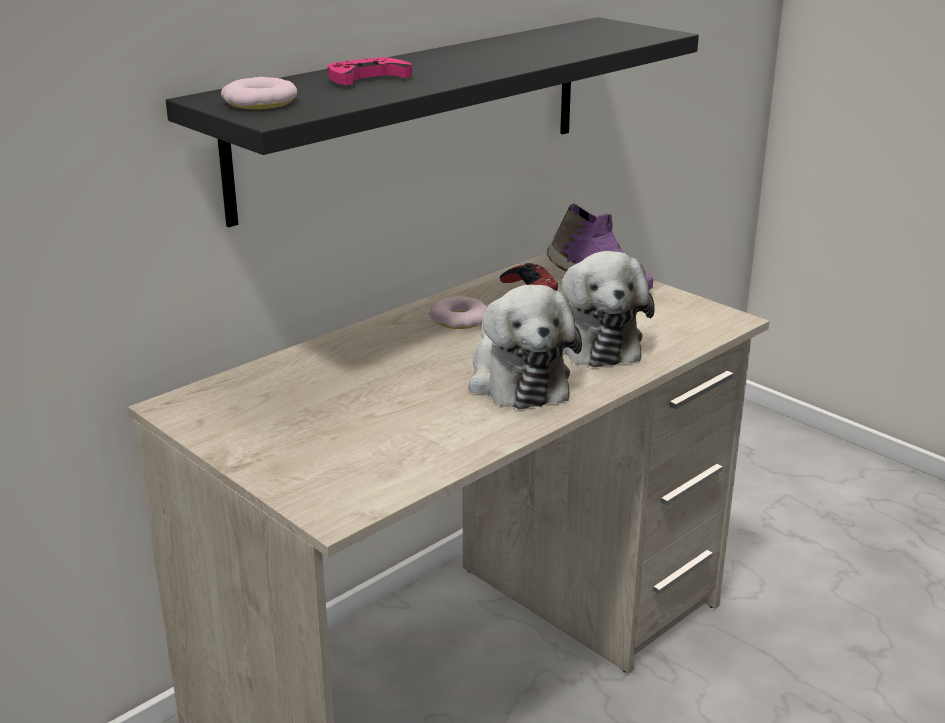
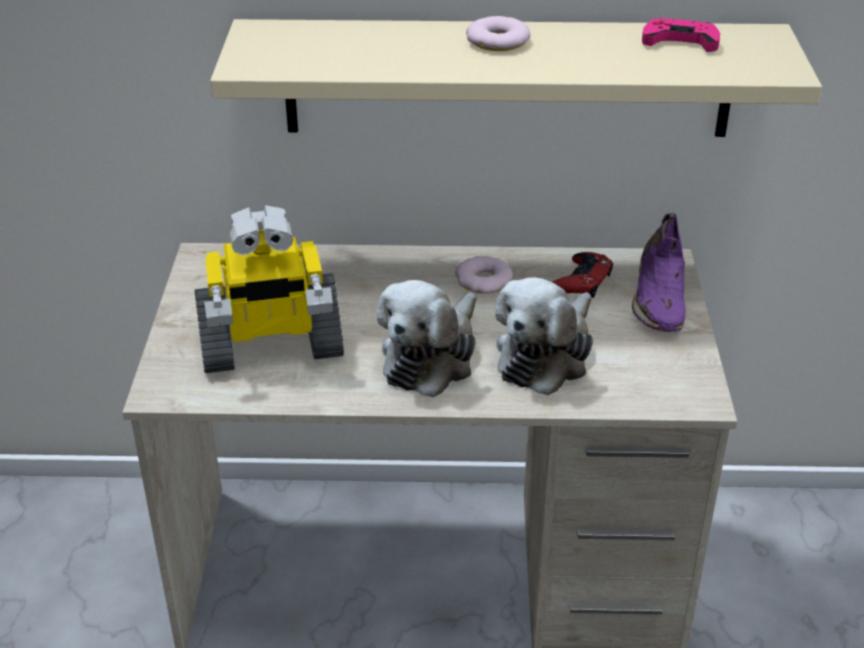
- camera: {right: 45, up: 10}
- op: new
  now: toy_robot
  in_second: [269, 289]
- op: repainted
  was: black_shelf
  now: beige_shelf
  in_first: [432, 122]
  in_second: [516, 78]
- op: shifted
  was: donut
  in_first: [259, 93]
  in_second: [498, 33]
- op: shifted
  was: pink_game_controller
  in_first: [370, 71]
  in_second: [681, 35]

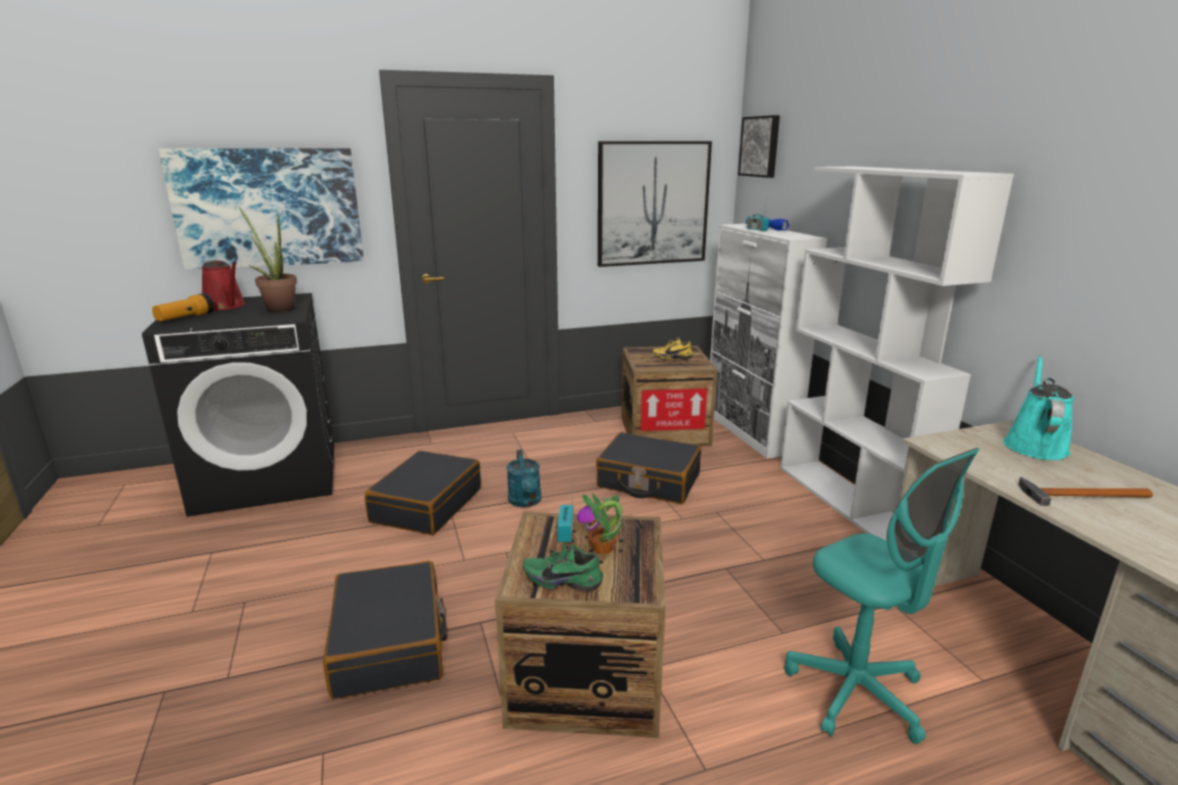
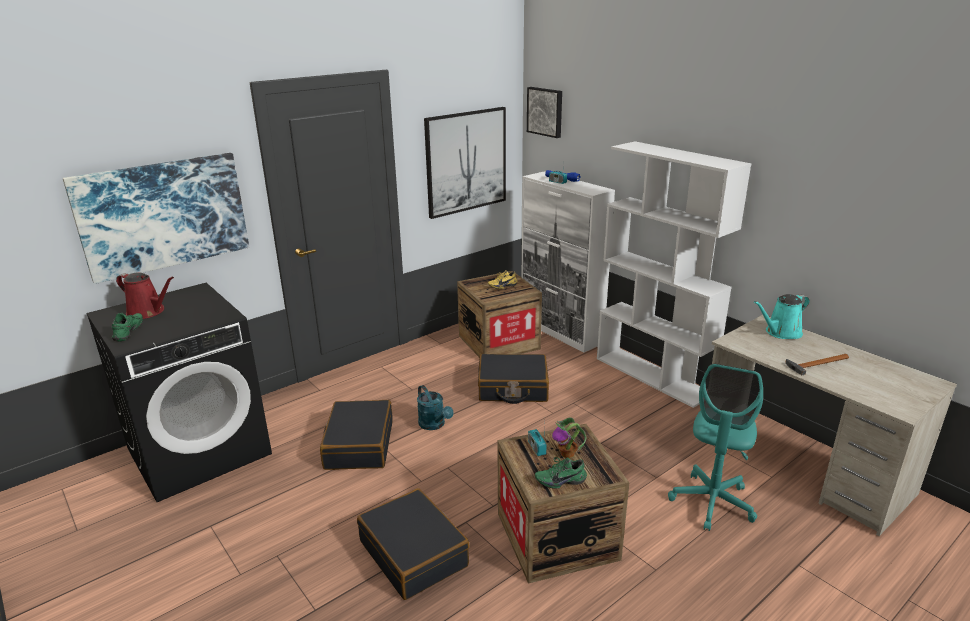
- camera: {right: -20, up: 5}
- op: swapped
  was: flashlight
  now: green_shoe
  in_first: [183, 307]
  in_second: [127, 327]
- op: rotated
  was: turquoise_office_chair
  in_first: [882, 596]
  in_second: [715, 447]
  clockwise: 75
- op: rotated
  was: turquoise_watering_can
  in_first: [1038, 408]
  in_second: [782, 316]
  clockwise: -120
- op: gone
  was: potted_plant
  in_first: [268, 260]

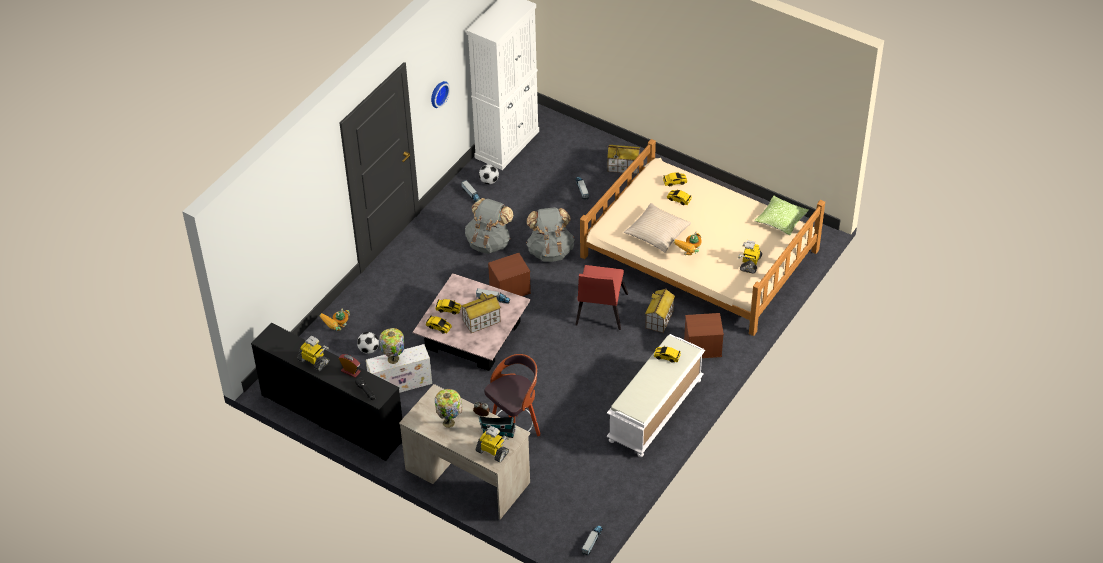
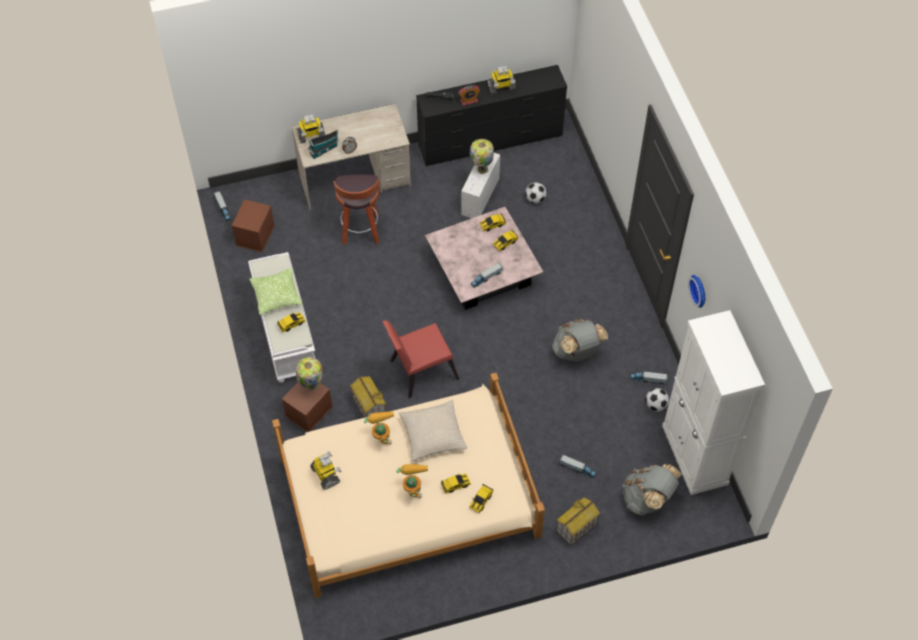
- camera: {right: 130, up: 10}
- op: shifted
  was: brown_storage_box
  in_first: [509, 274]
  in_second: [252, 225]
- op: shifted
  was: pillow
  in_first: [781, 215]
  in_second: [276, 291]
- op: shifted
  was: table_lamp
  in_first: [449, 408]
  in_second: [309, 374]
- op: rotated
  was: red_chair
  in_first: [601, 297]
  in_second: [421, 359]
  clockwise: -75
- op: shifted
  was: toy_robot
  in_first: [334, 320]
  in_second: [412, 481]
- op: shifted
  was: grey_backpack
  in_first: [550, 234]
  in_second: [652, 489]
- op: gone
  was: toy_house
  in_first: [481, 312]

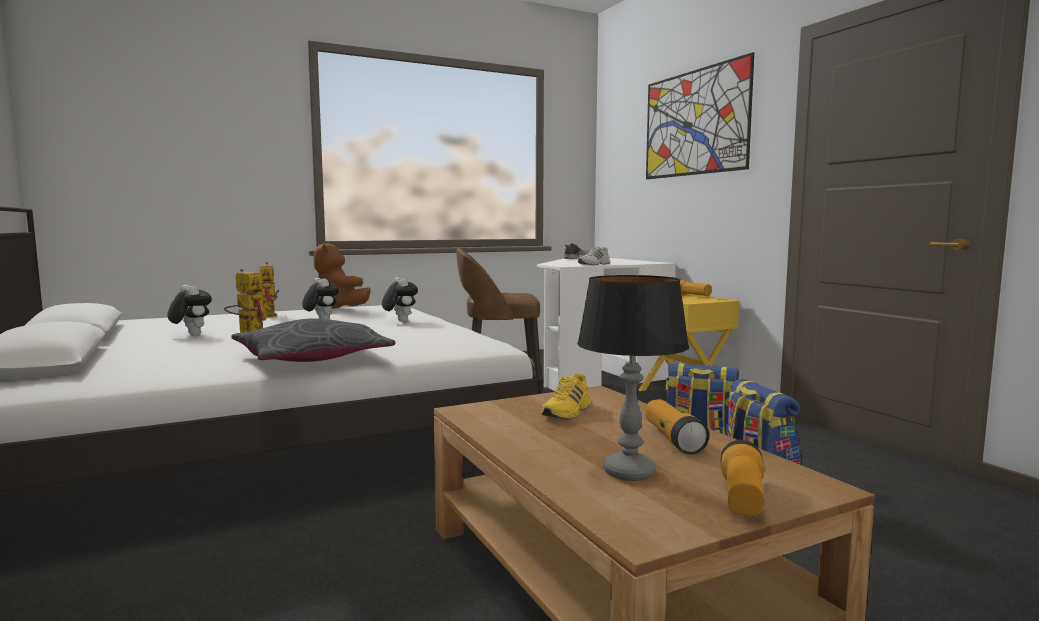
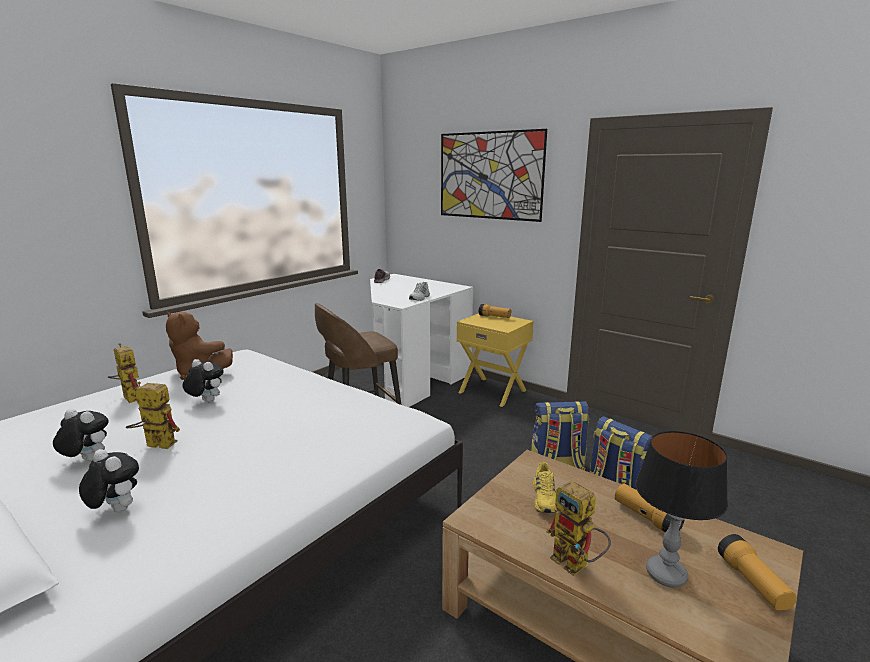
- camera: {right: -25, up: 10}
- op: shifted
  was: plush_toy
  in_first: [400, 299]
  in_second: [109, 481]
- op: new
  now: toy_robot
  in_second: [579, 528]
- op: gone
  was: grey_pillow
  in_first: [313, 340]

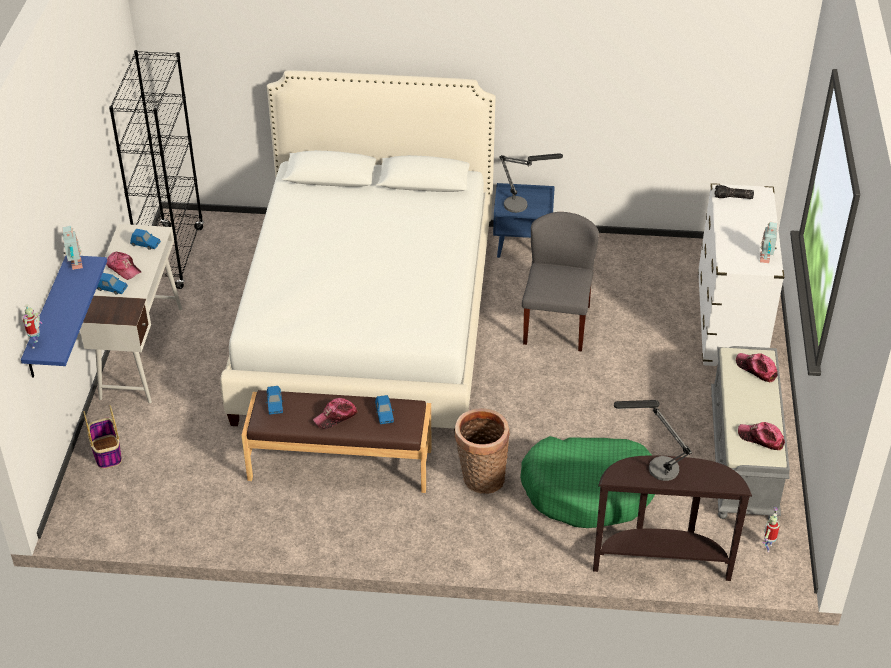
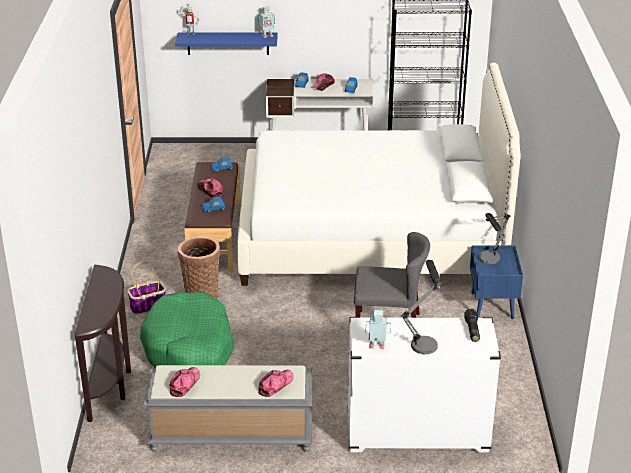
- camera: {right: 85, up: -10}
- op: shifted
  was: basket
  in_first: [102, 437]
  in_second: [146, 288]
- op: shifted
  was: table_lamp
  in_first: [653, 440]
  in_second: [420, 307]
- op: gone
  was: toy_robot
  in_first: [771, 529]

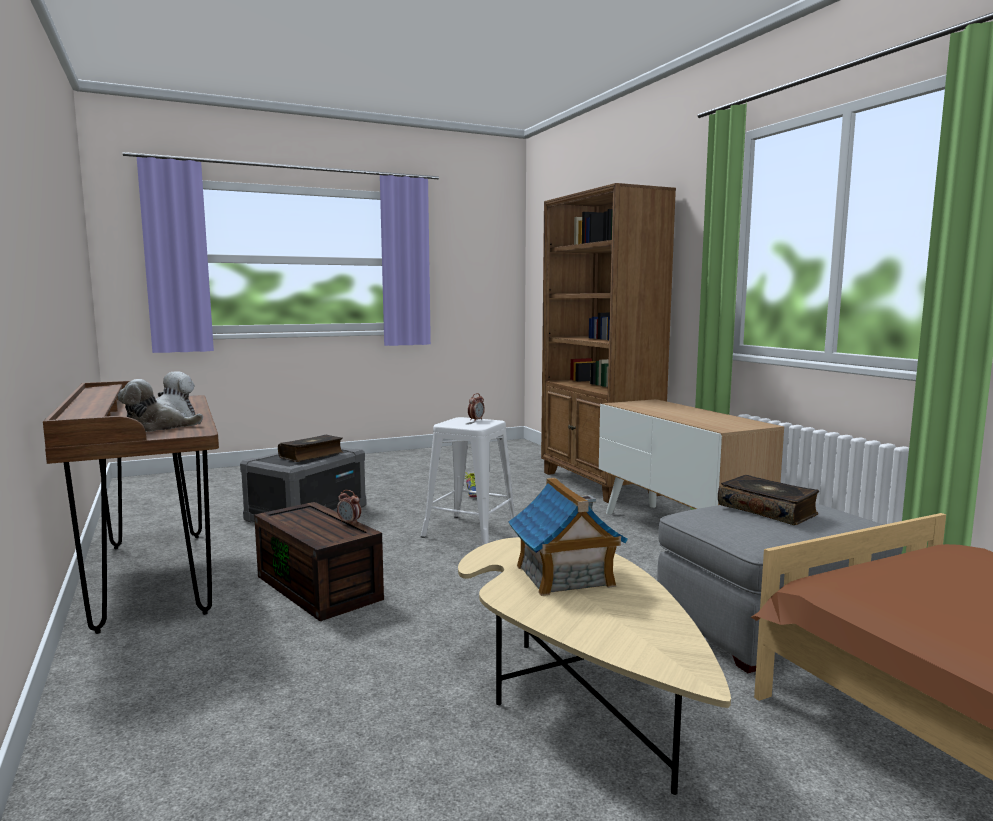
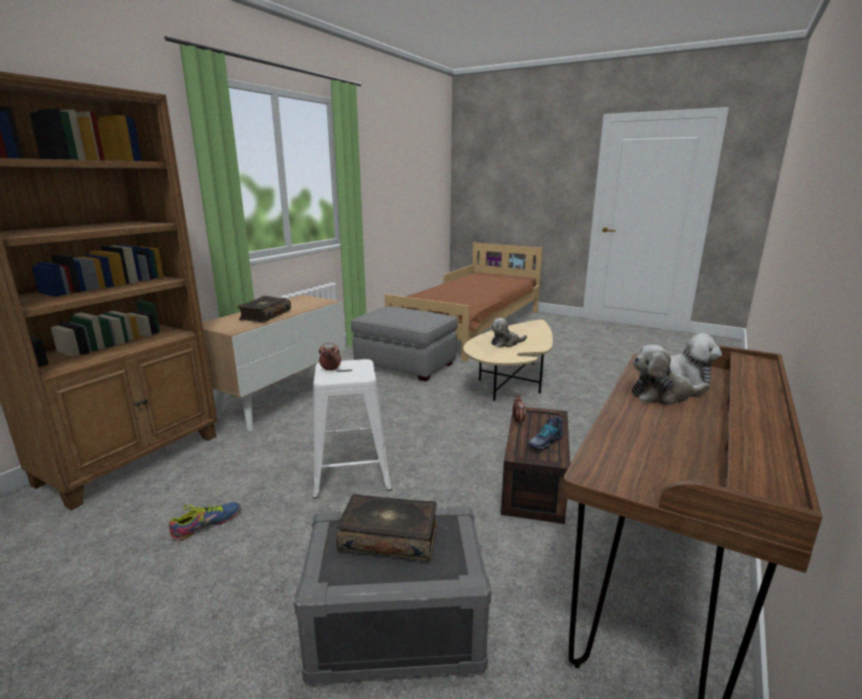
- camera: {right: -125, up: 10}
- op: shifted
  was: book
  in_first: [768, 500]
  in_second: [264, 309]
- op: swapped
  was: toy_house
  now: plush_toy
  in_first: [568, 537]
  in_second: [509, 333]
- op: new
  now: shoe
  in_second: [546, 434]

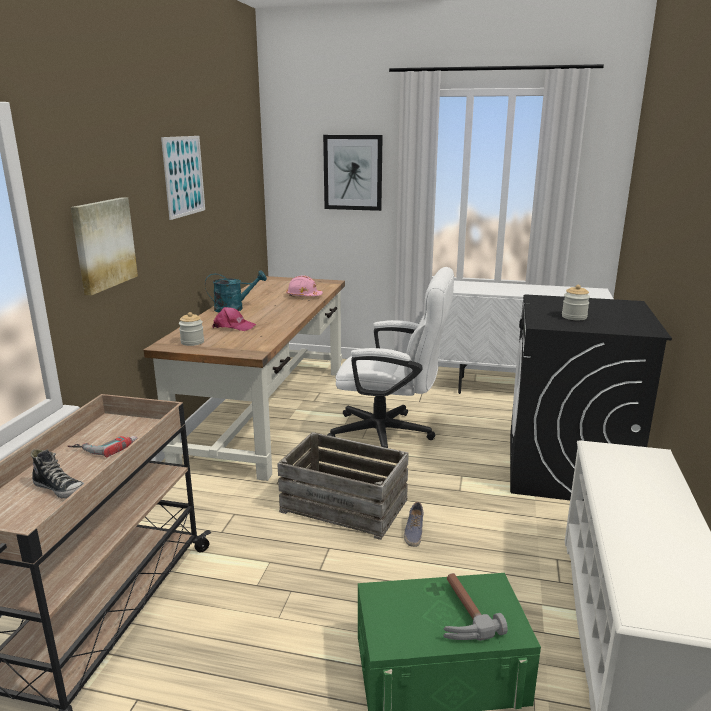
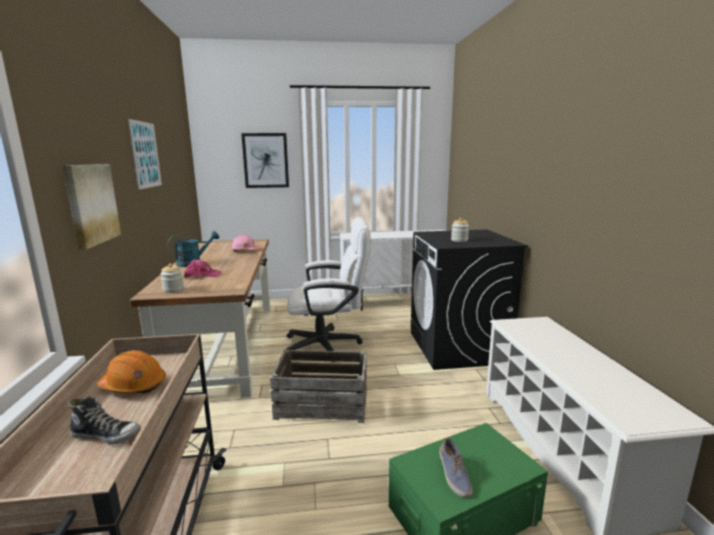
- camera: {right: -20, up: -5}
- op: swapped
  was: power_drill
  now: orange_hard_hat
  in_first: [102, 446]
  in_second: [131, 372]
- op: shifted
  was: shoe
  in_first: [413, 524]
  in_second: [456, 468]
- op: gone
  was: hammer
  in_first: [475, 607]

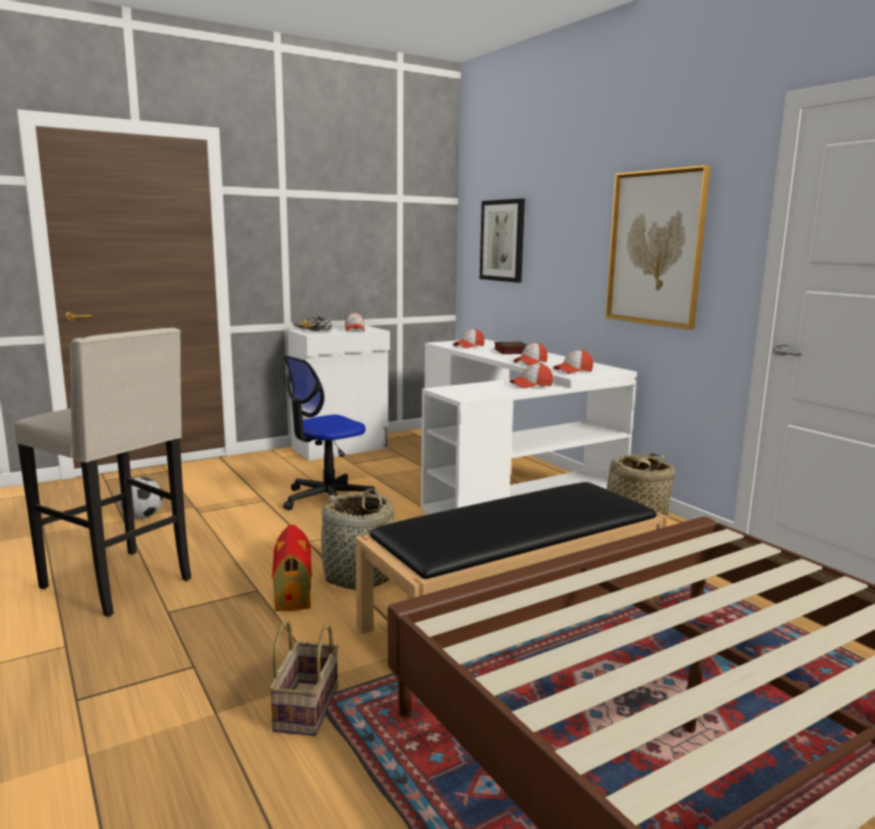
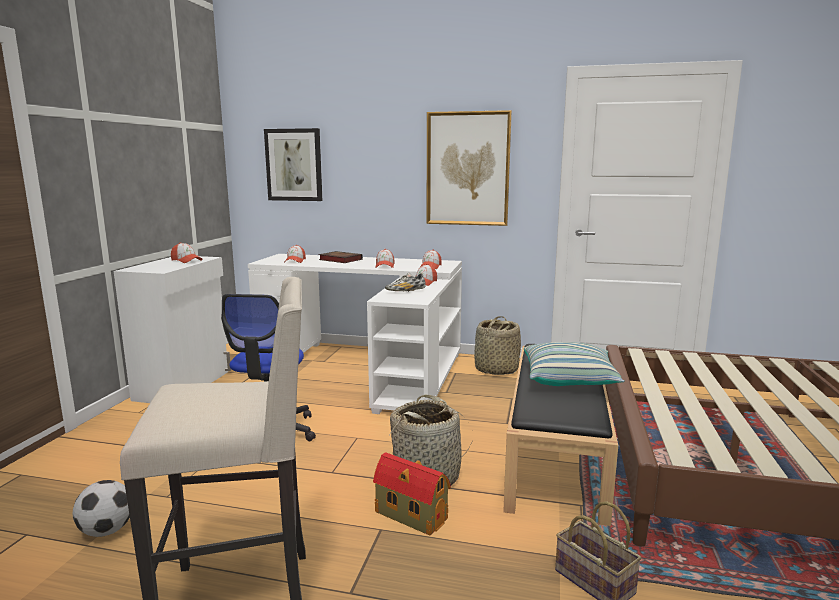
- camera: {right: -45, up: 0}
- op: shifted
  was: shoe
  in_first: [312, 322]
  in_second: [405, 282]
- op: new
  now: pillow
  in_second: [574, 364]

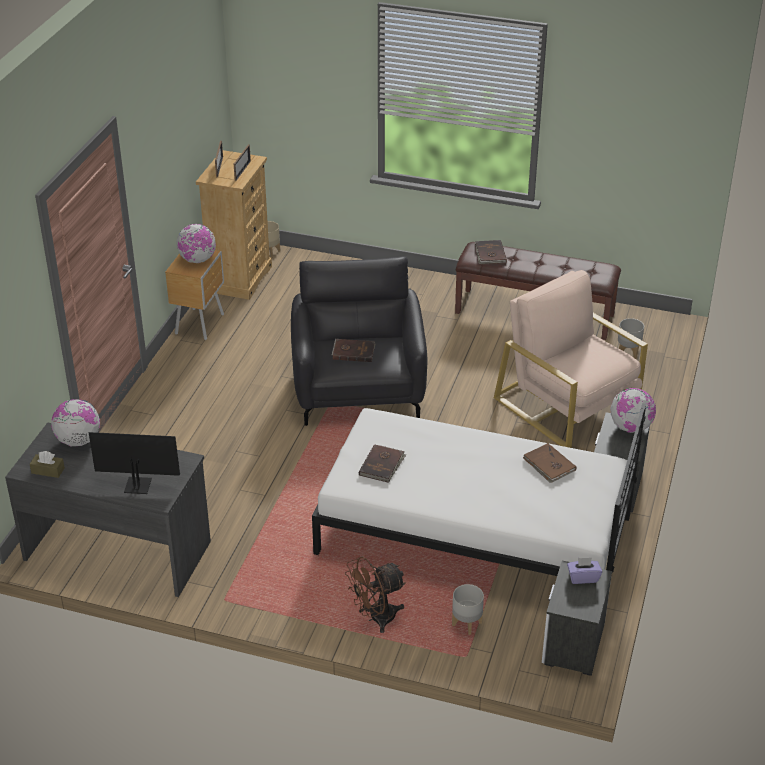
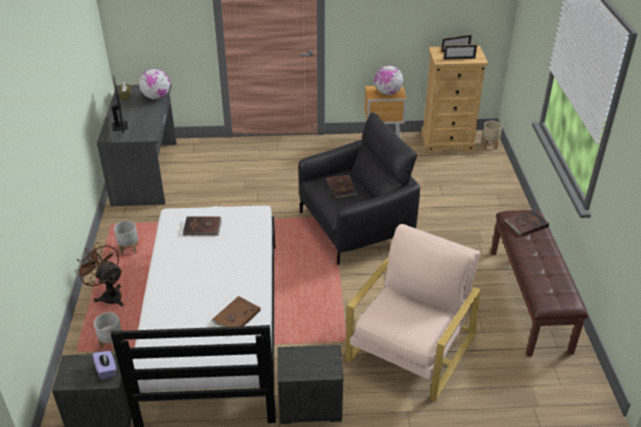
- camera: {right: 70, up: 0}
- op: shifted
  was: grey_planter
  in_first: [631, 338]
  in_second: [126, 238]
- op: gone
  was: globe
  in_first: [633, 410]

